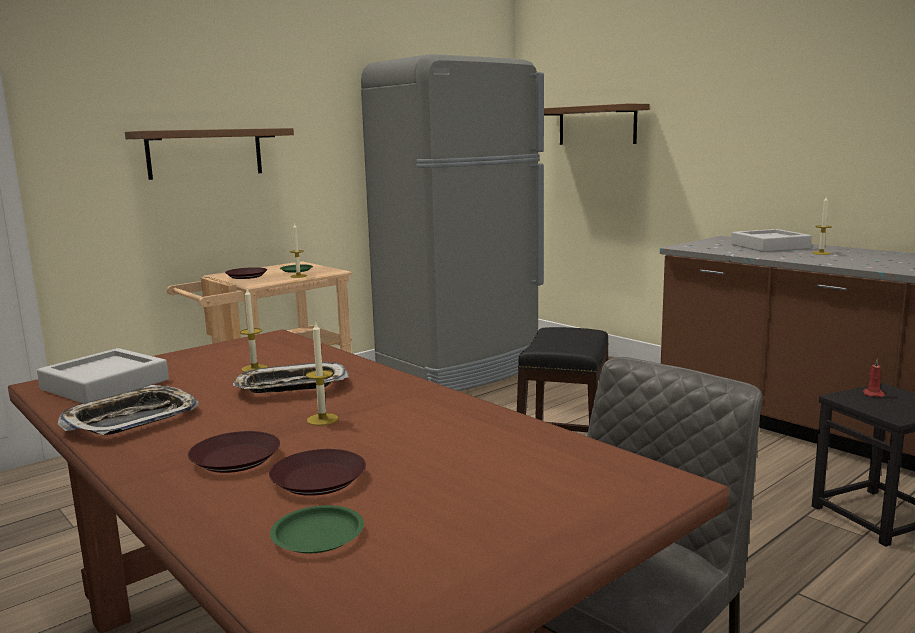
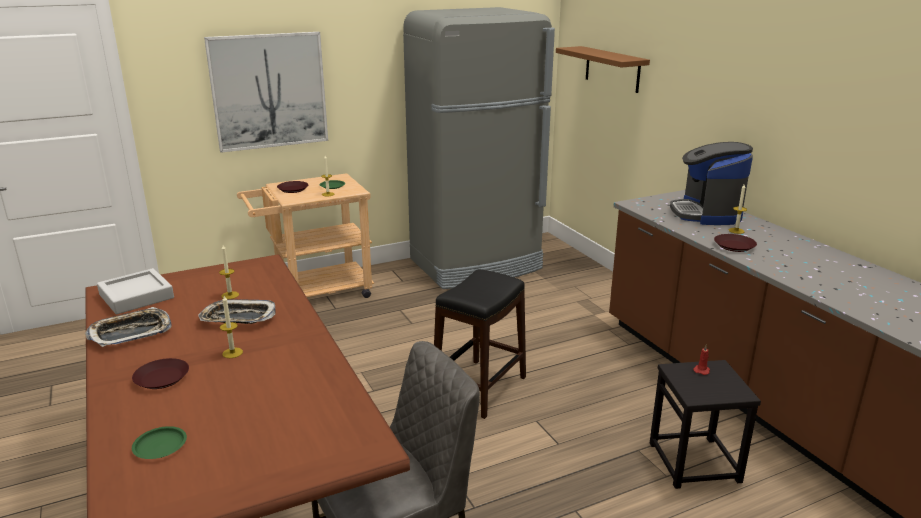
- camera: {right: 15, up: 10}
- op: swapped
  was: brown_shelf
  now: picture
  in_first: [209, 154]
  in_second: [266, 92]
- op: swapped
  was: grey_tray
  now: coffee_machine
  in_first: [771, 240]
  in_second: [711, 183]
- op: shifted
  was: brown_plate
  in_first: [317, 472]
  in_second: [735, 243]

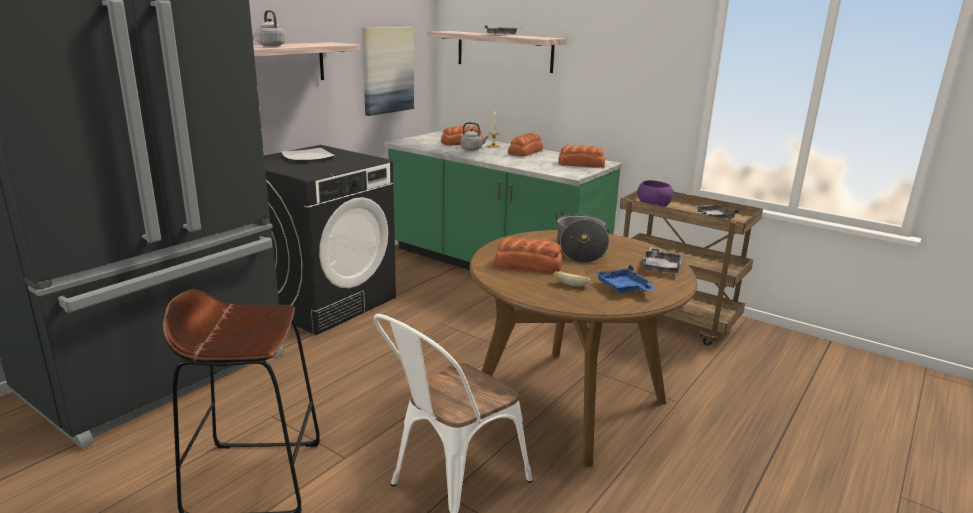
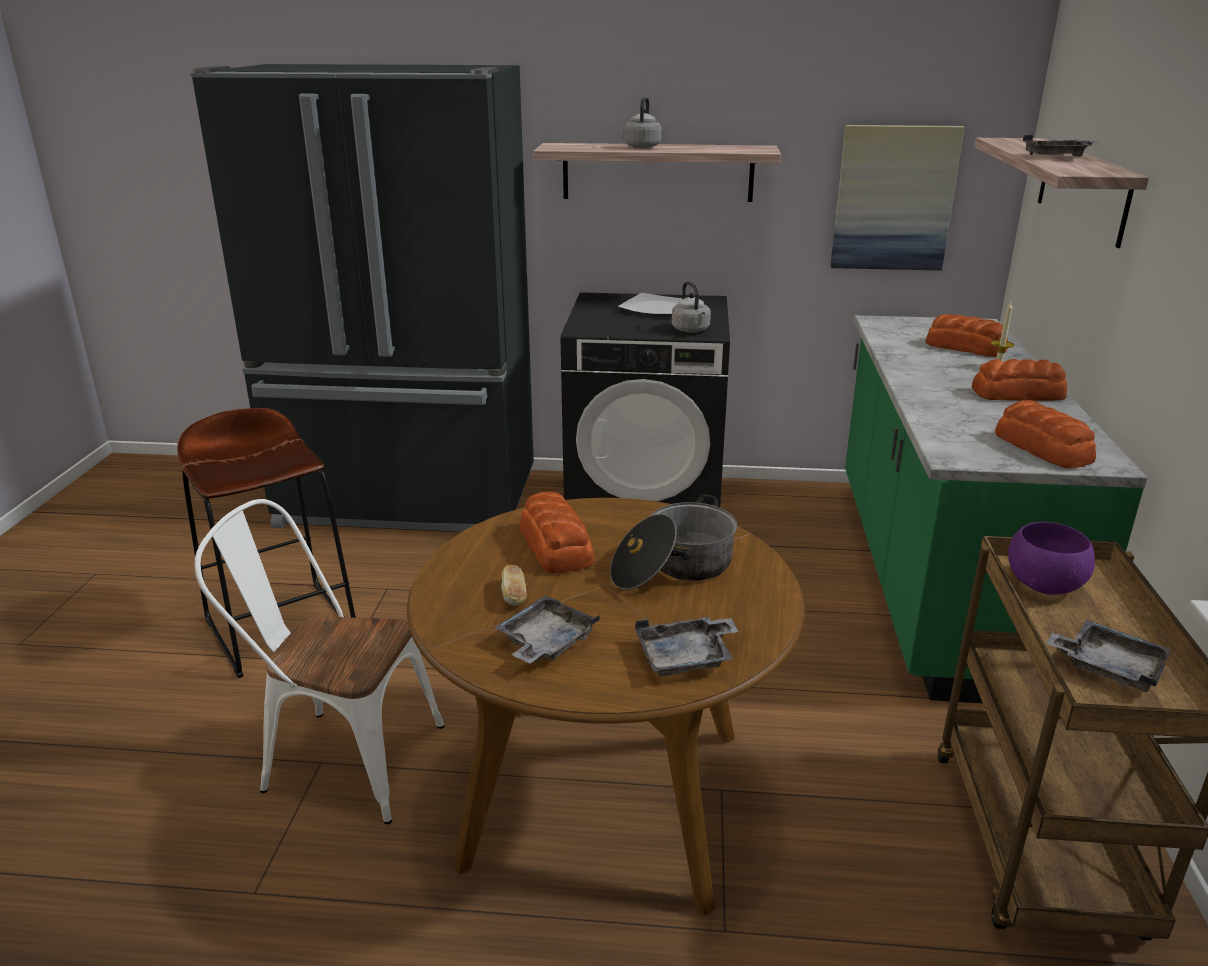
- camera: {right: 60, up: 5}
- op: repainted
  was: blue_tray
  now: grey_tray
  in_first: [625, 279]
  in_second: [547, 629]
- op: shifted
  was: grey_kettle
  in_first: [474, 136]
  in_second: [691, 307]

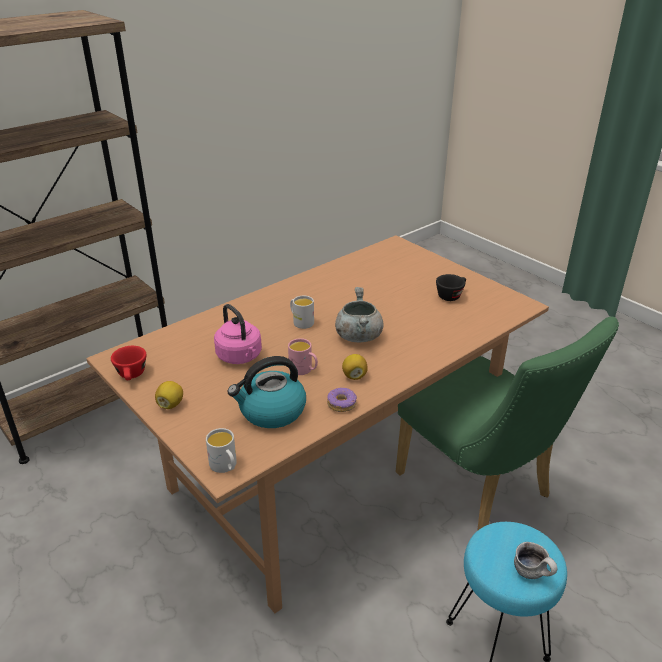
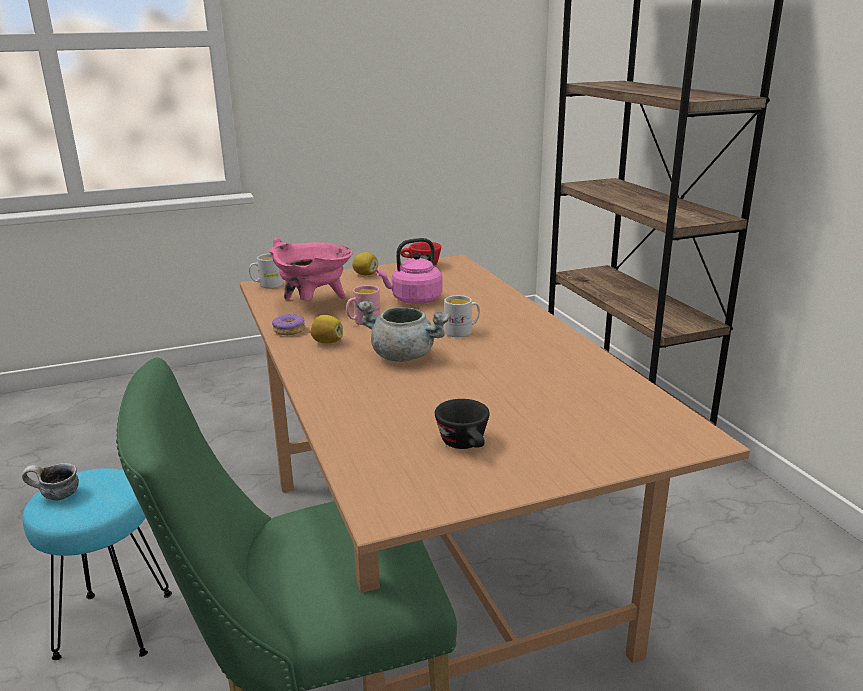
- camera: {right: 110, up: -10}
- op: swapped
  was: kettle
  now: pink_cooking_pot
  in_first: [267, 392]
  in_second: [311, 269]

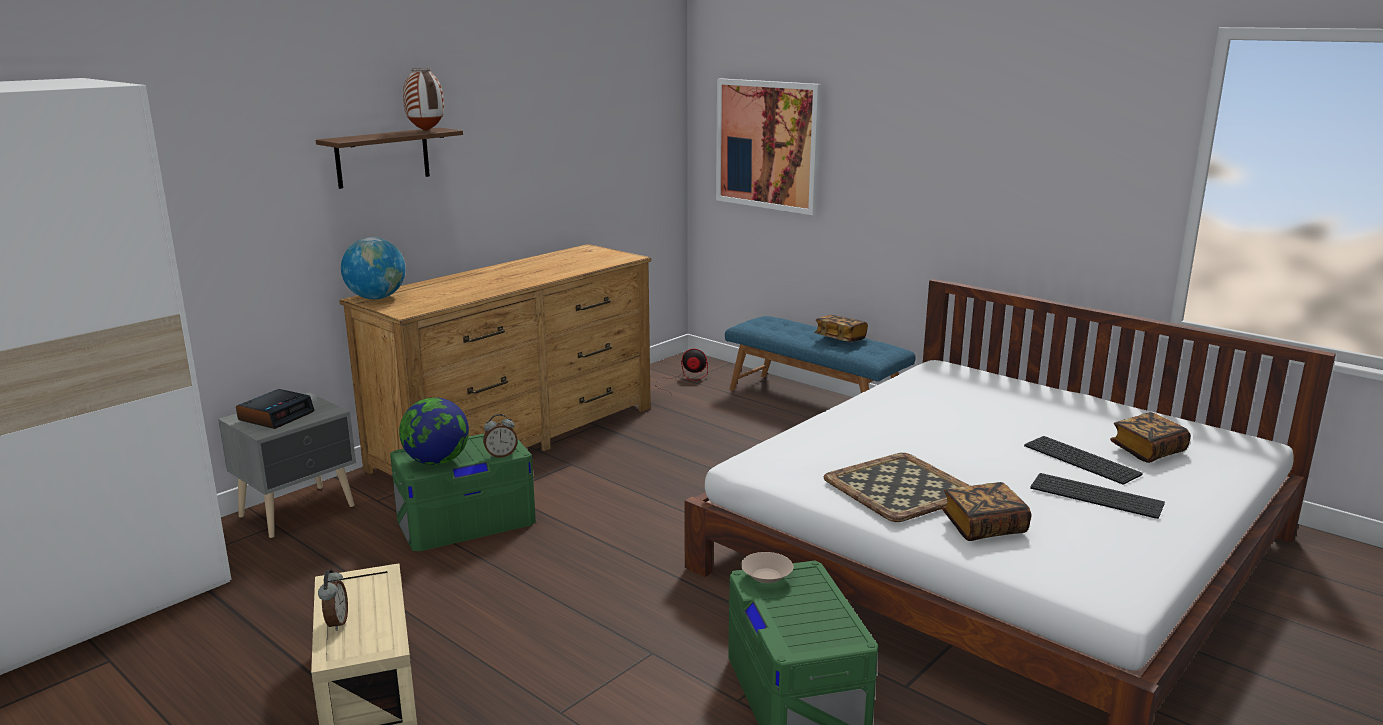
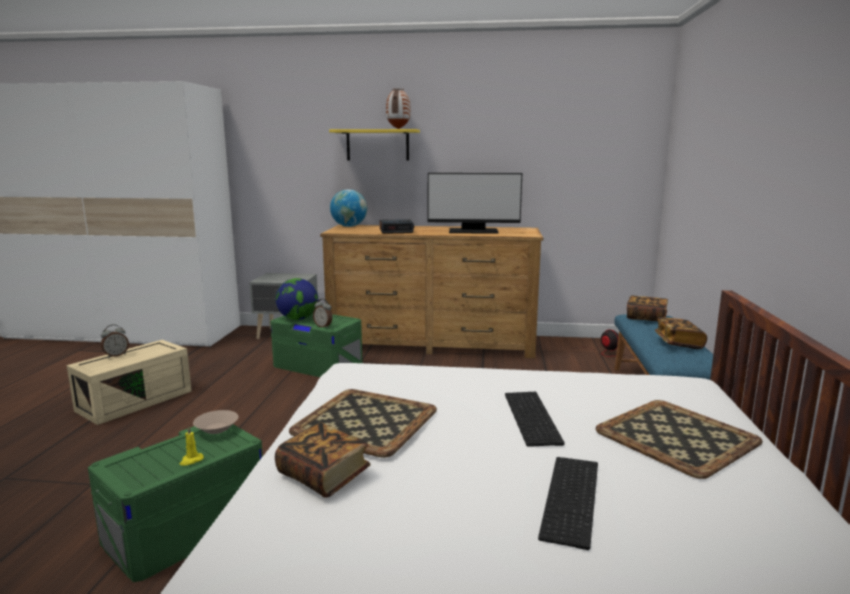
- camera: {right: 55, up: -5}
- op: new
  now: yellow_candle
  in_second: [192, 446]
- op: repainted
  was: brown_shelf
  now: yellow_shelf
  in_first: [389, 158]
  in_second: [374, 145]
- op: shifted
  was: alarm_clock
  in_first: [275, 409]
  in_second: [397, 226]
- op: new
  now: monitor
  in_second: [475, 203]
- op: shifted
  was: keyboard
  in_first: [1097, 496]
  in_second: [535, 419]
- op: new
  now: tray
  in_second: [679, 439]
- op: shifted
  was: book
  in_first: [1150, 437]
  in_second: [647, 308]
- op: gone
  was: picture
  in_first: [769, 146]

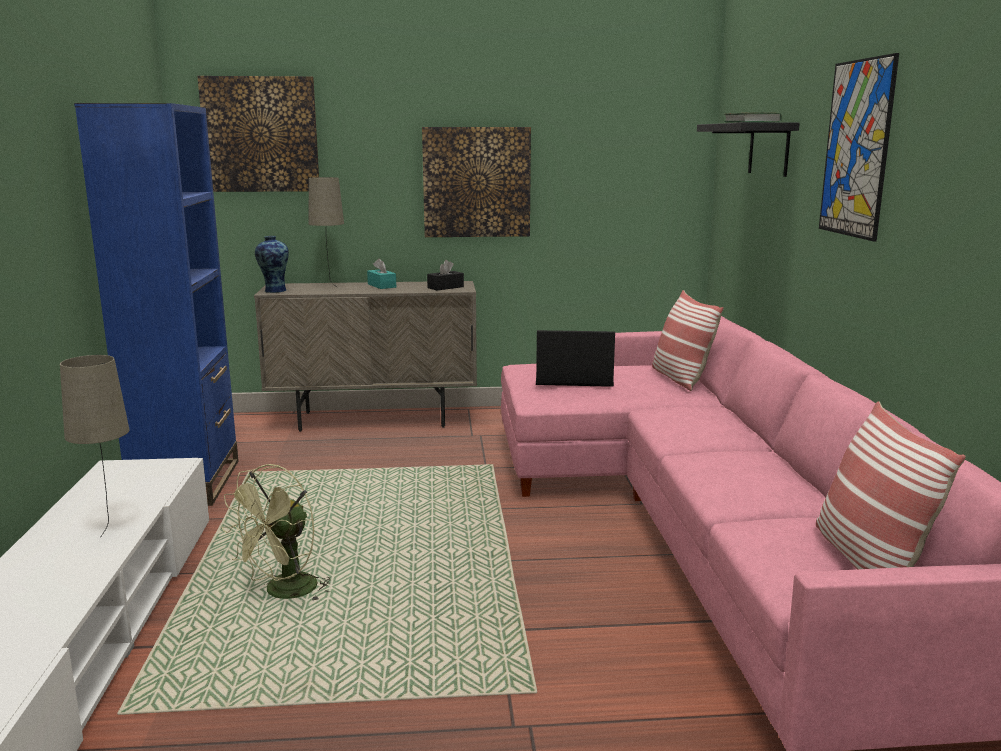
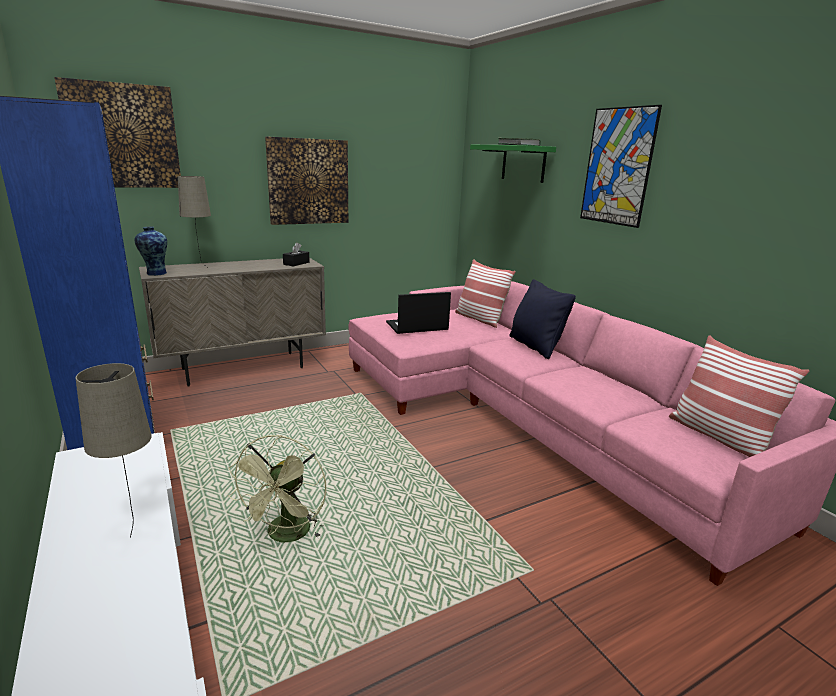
- camera: {right: -25, up: 5}
- op: repainted
  was: black_shelf
  now: green_shelf
  in_first: [748, 149]
  in_second: [513, 164]
- op: new
  now: black_pillow
  in_second: [542, 319]
- op: gone
  was: turquoise_tissue_box
  in_first: [381, 273]

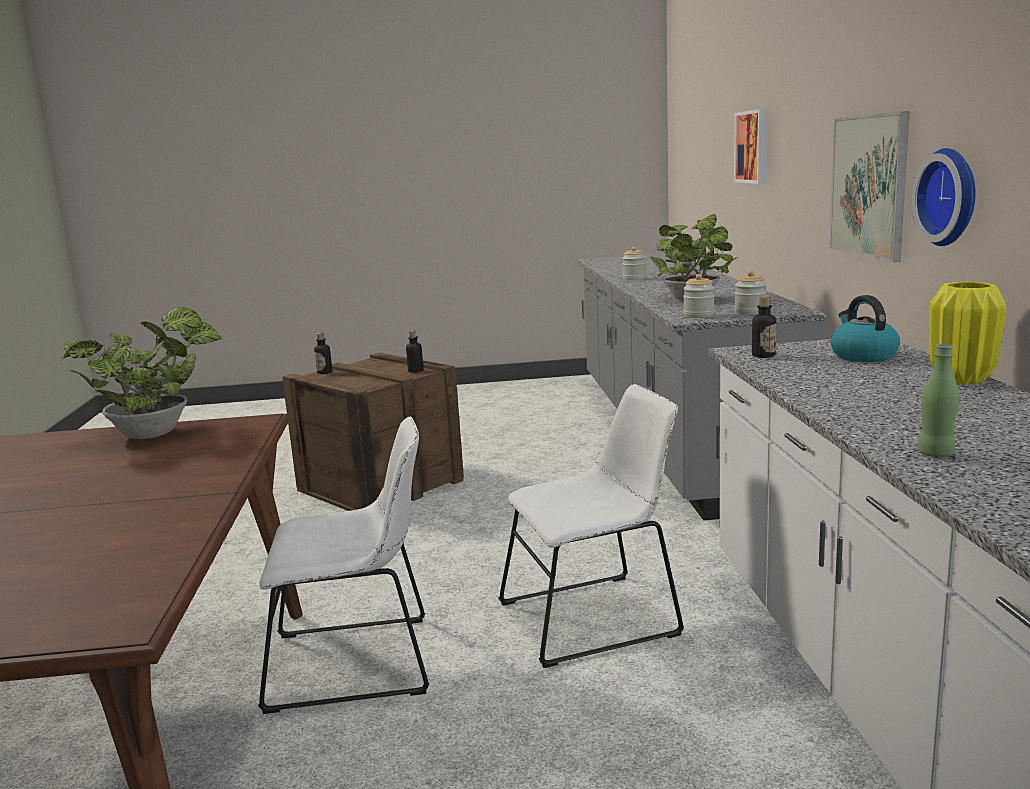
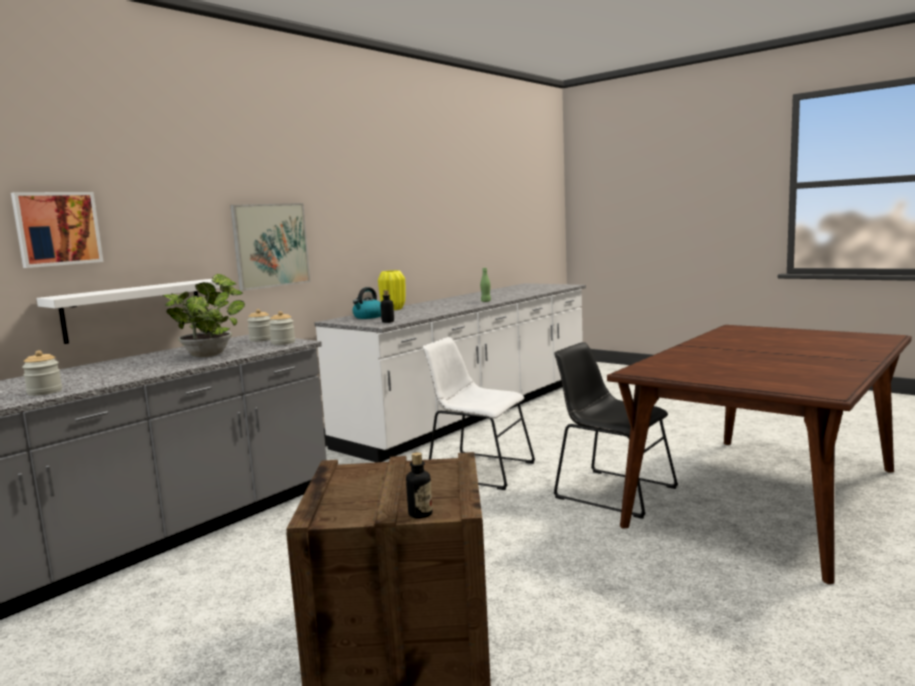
- camera: {right: -135, up: -5}
- op: new
  now: white_shelf
  in_second: [128, 311]
- op: repainted
  was: white_chair
  now: black_chair
  in_first: [343, 565]
  in_second: [616, 430]
- op: gone
  was: potted_plant
  in_first: [141, 373]
- op: gone
  was: bottle
  in_first: [415, 352]
- op: gone
  was: wall_clock
  in_first: [944, 197]

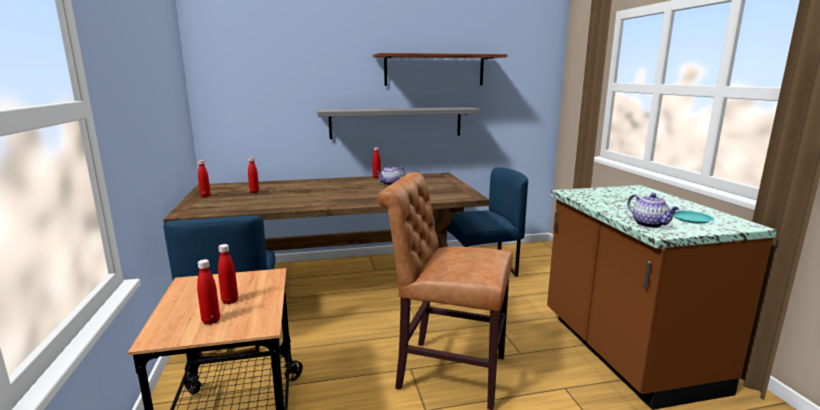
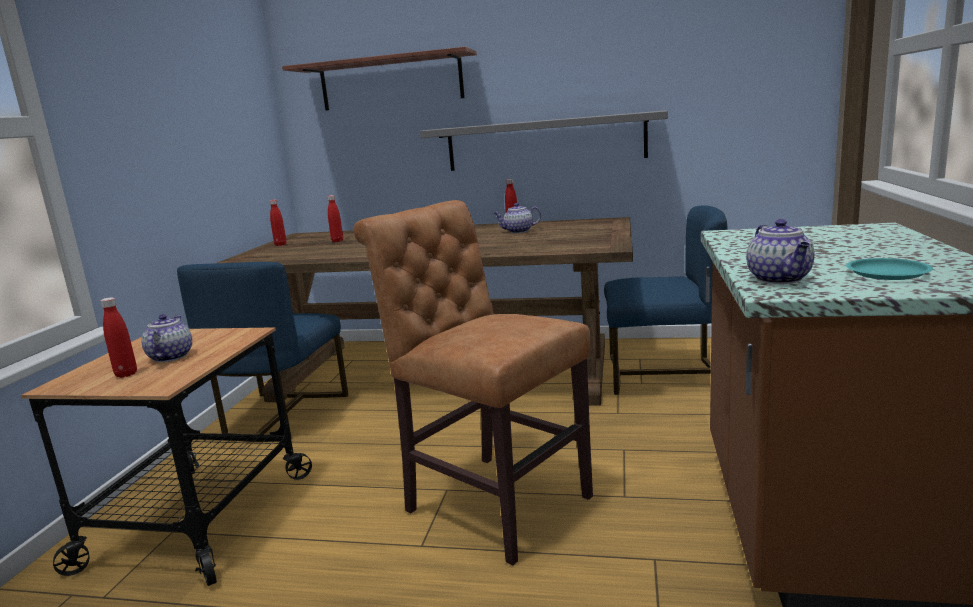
- camera: {right: 25, up: 0}
- op: swapped
  was: red_bottle
  now: teapot
  in_first: [228, 274]
  in_second: [166, 338]
- op: shifted
  was: shelf
  in_first: [440, 69]
  in_second: [379, 79]

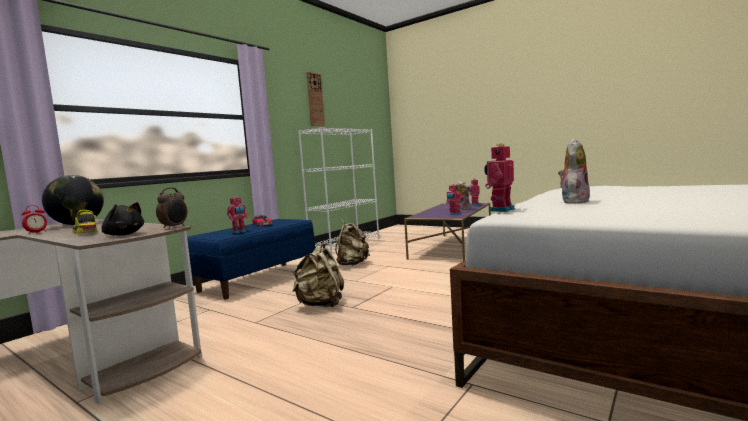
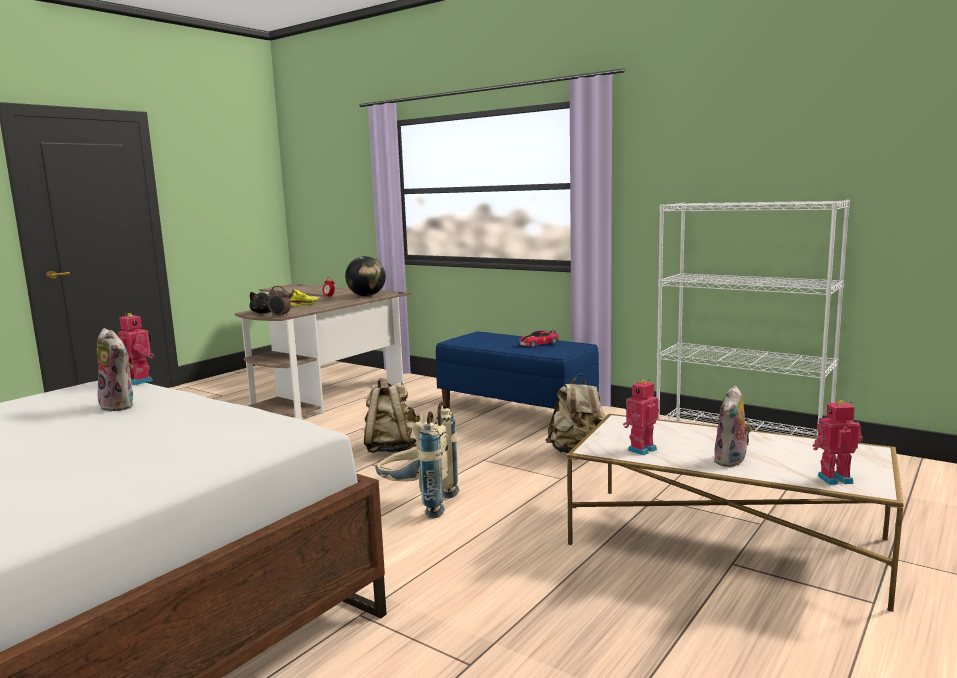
- camera: {right: 90, up: 5}
- op: new
  now: beige_backpack
  in_second: [417, 460]
- op: repainted
  was: purple_coffee_table
  now: white_coffee_table
  in_first: [447, 232]
  in_second: [735, 513]
- op: gone
  was: toy_robot
  in_first: [237, 214]
- op: gone
  was: wall_clock
  in_first: [315, 99]

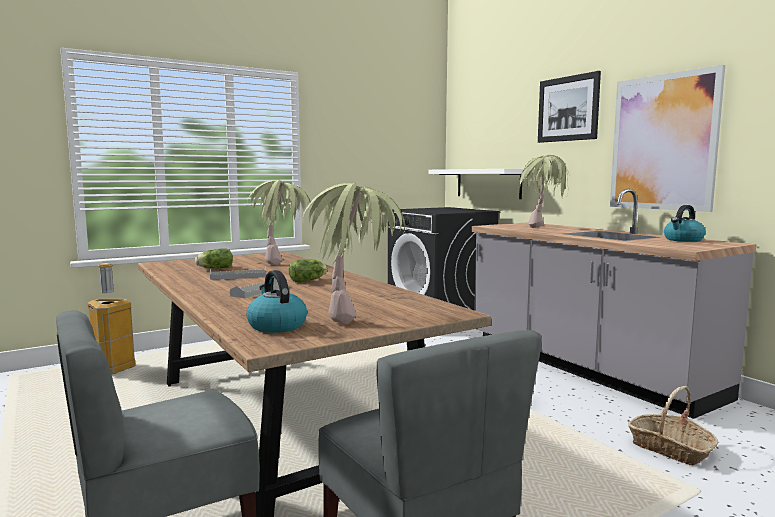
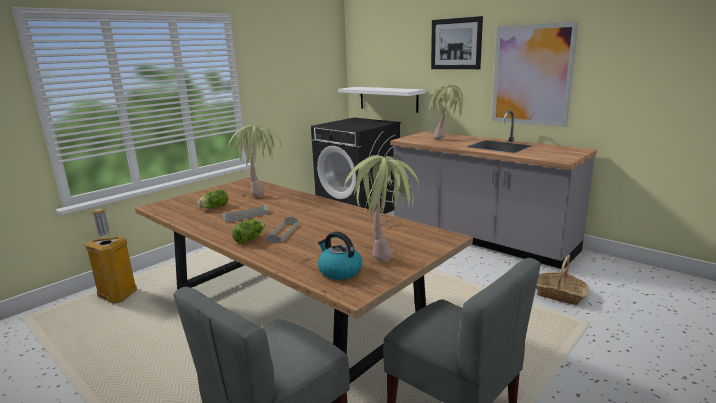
- camera: {right: -15, up: 10}
- op: shifted
  was: lettuce
  in_first: [307, 271]
  in_second: [248, 231]
- op: gone
  was: kettle
  in_first: [685, 223]

